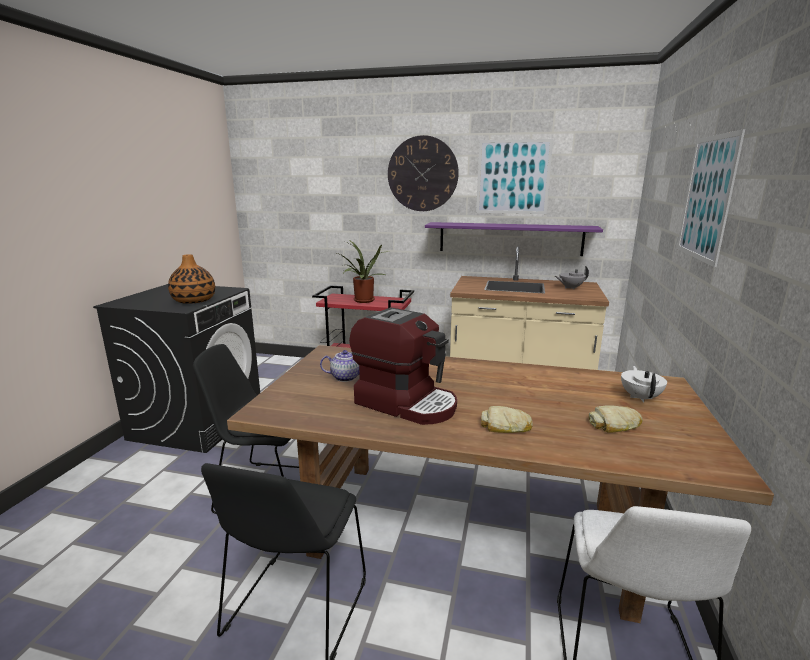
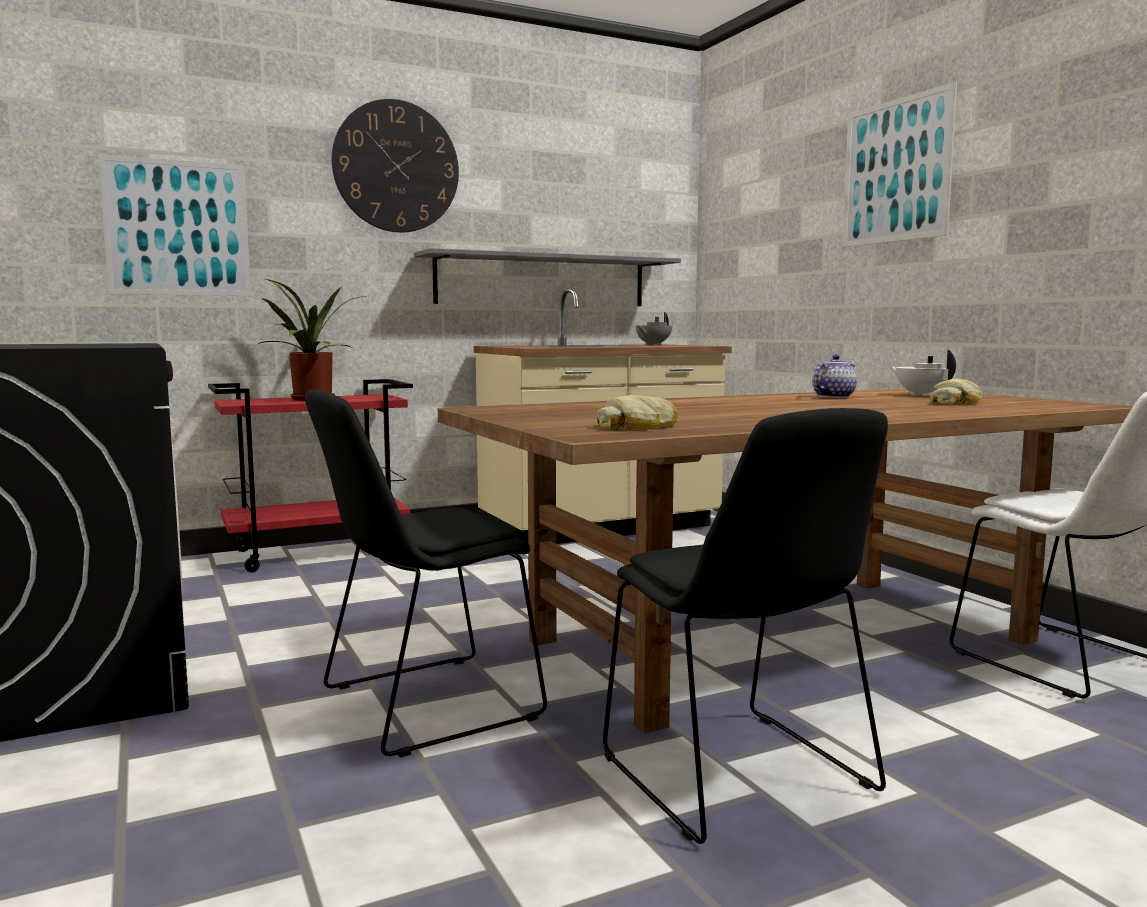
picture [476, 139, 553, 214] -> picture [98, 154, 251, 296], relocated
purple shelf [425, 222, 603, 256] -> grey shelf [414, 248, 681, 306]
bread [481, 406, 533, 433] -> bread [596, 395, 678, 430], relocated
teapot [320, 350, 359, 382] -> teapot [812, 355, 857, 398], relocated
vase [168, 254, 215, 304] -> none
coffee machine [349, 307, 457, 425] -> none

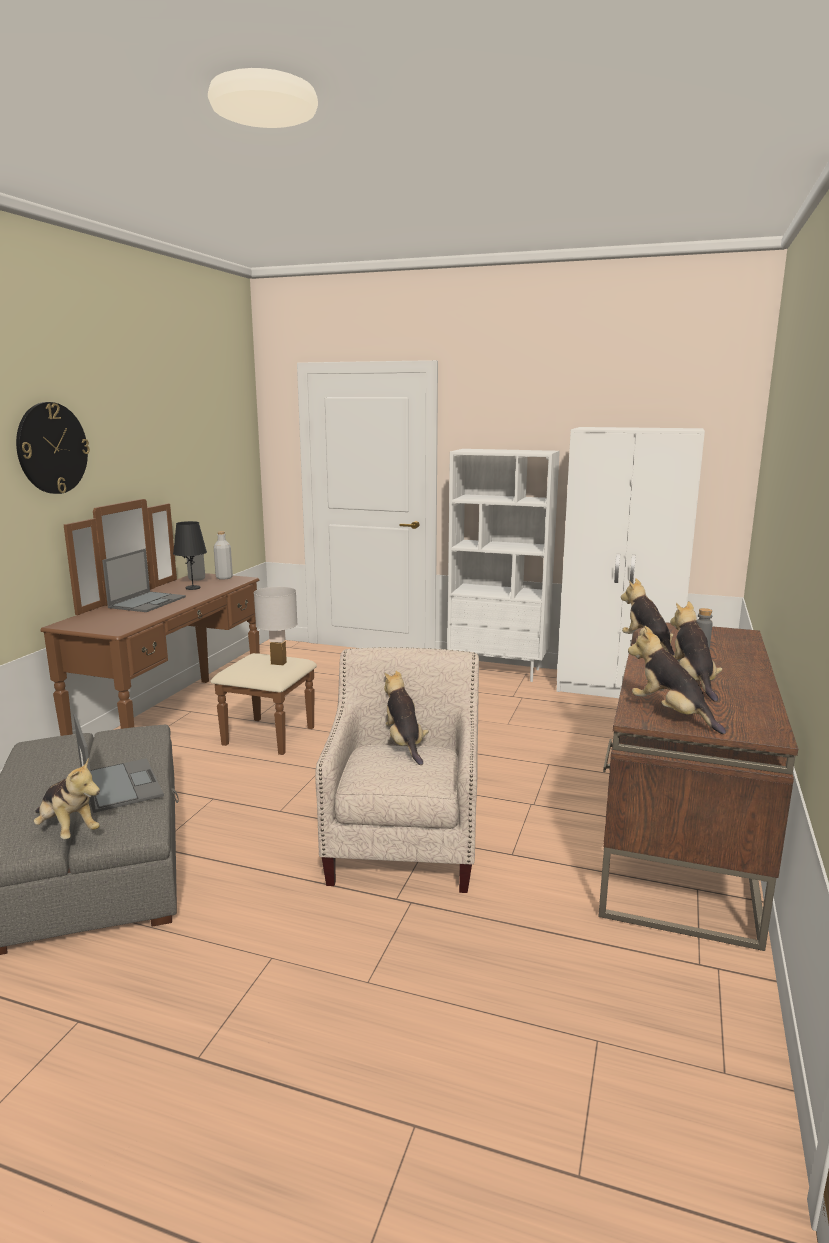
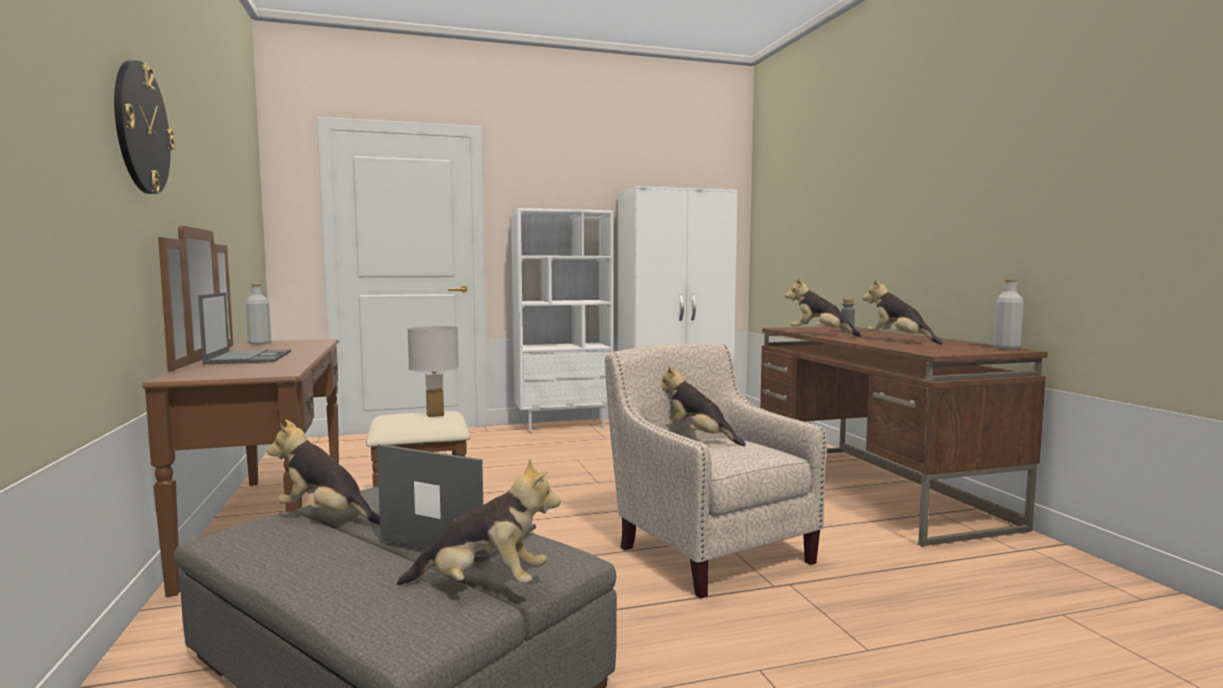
plush toy [628, 626, 726, 734] -> plush toy [267, 420, 380, 525], relocated
grey bottle [214, 531, 233, 580] -> grey bottle [993, 279, 1024, 349], relocated
black table lamp [173, 521, 207, 590] -> none

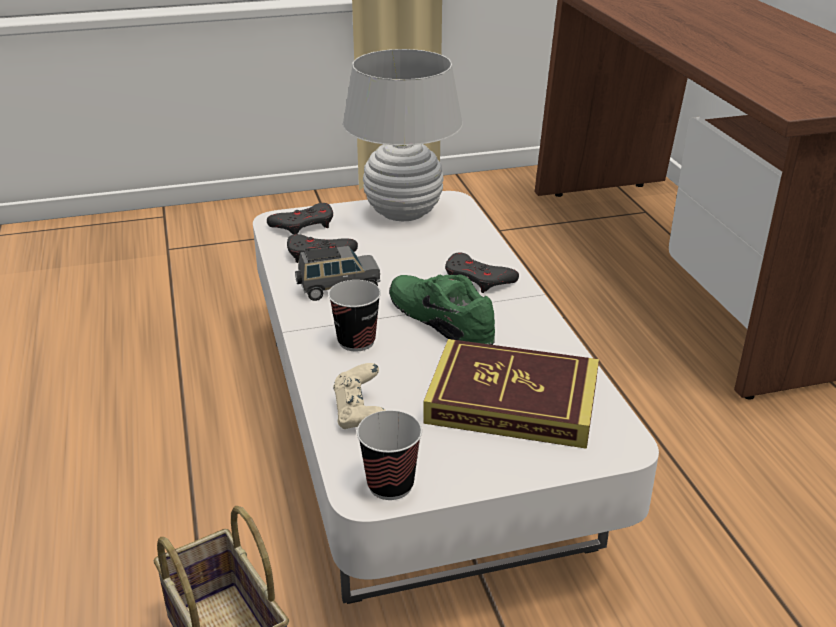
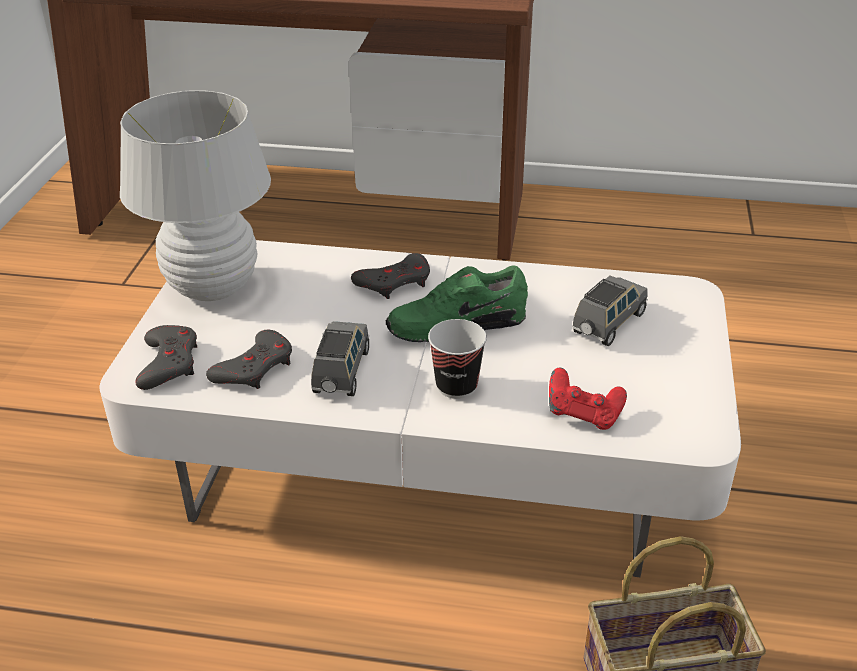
beige game controller [333, 363, 386, 429] -> red game controller [549, 368, 627, 430]
book [423, 339, 599, 449] -> grey toy car [572, 276, 648, 346]
cup [357, 410, 422, 500] -> none

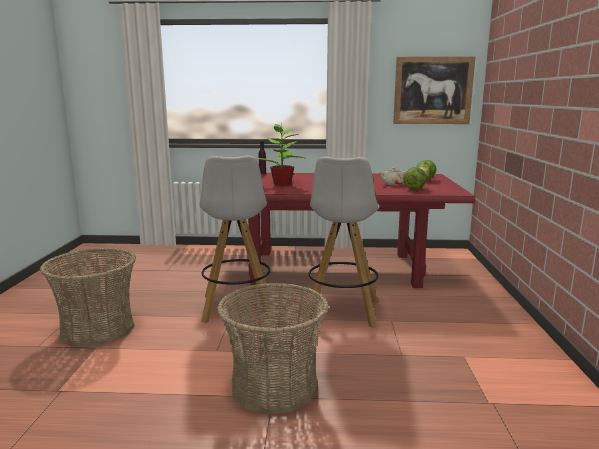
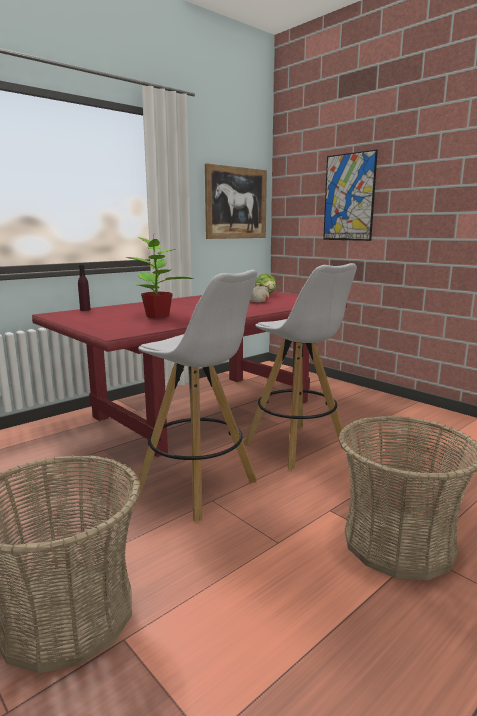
none -> picture [323, 150, 378, 241]
lettuce [403, 167, 427, 190] -> none

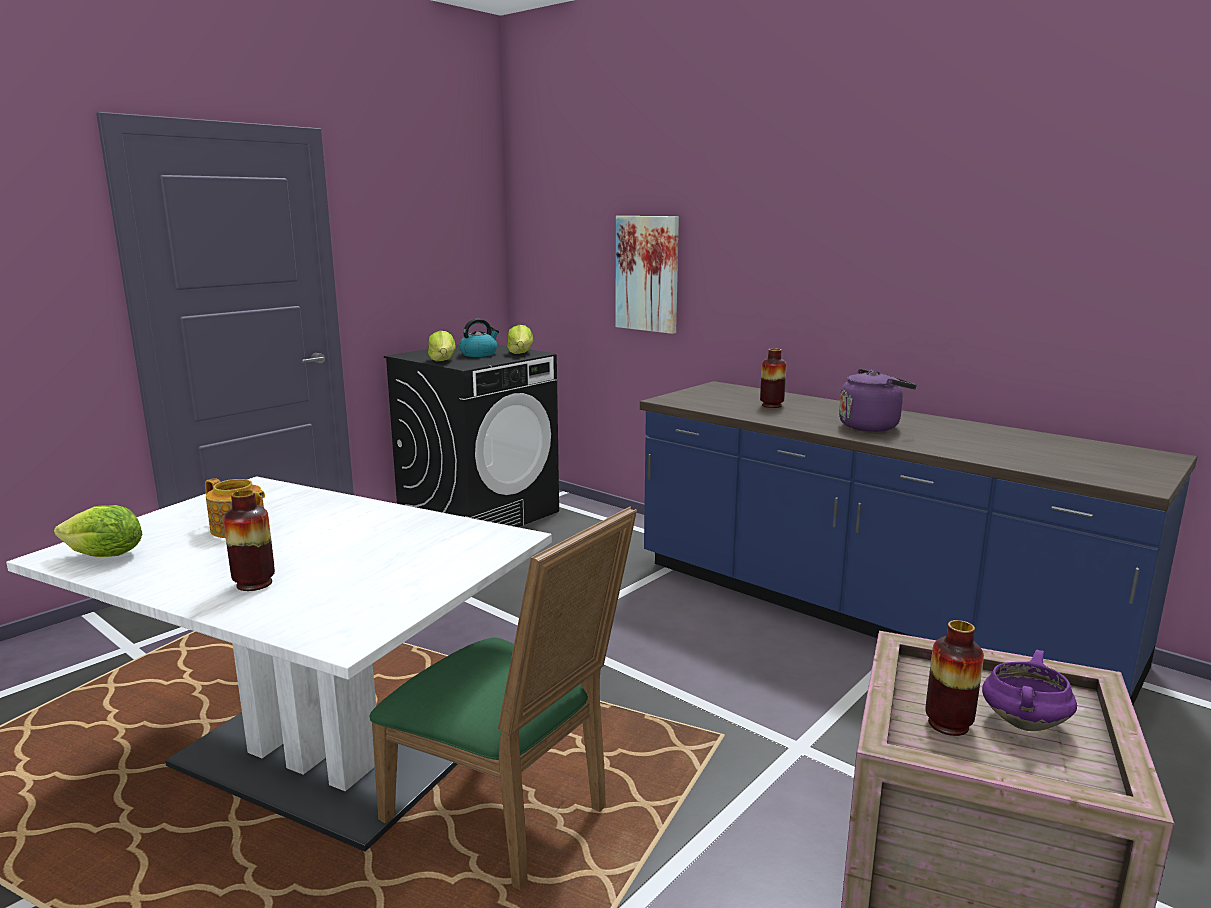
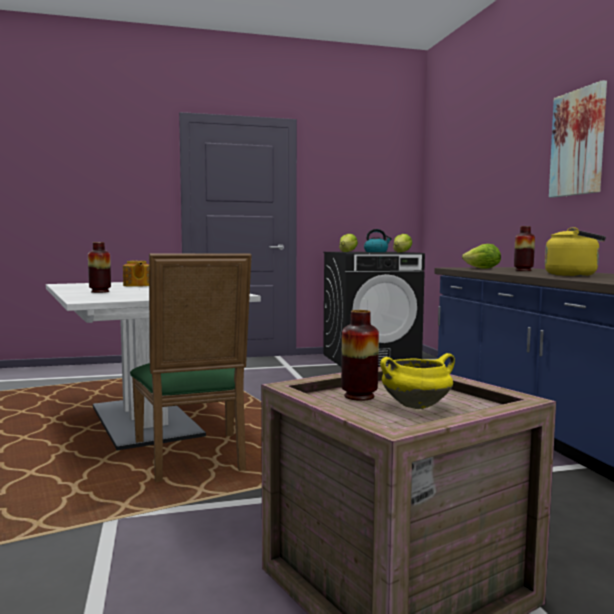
purple cooking pot [982, 650, 1077, 731] -> yellow cooking pot [380, 353, 455, 409]
lettuce [54, 505, 142, 557] -> lettuce [462, 244, 501, 269], relocated
purple kettle [839, 369, 917, 432] -> yellow kettle [545, 227, 606, 276]
picture [615, 216, 679, 334] -> picture [549, 80, 607, 198], relocated

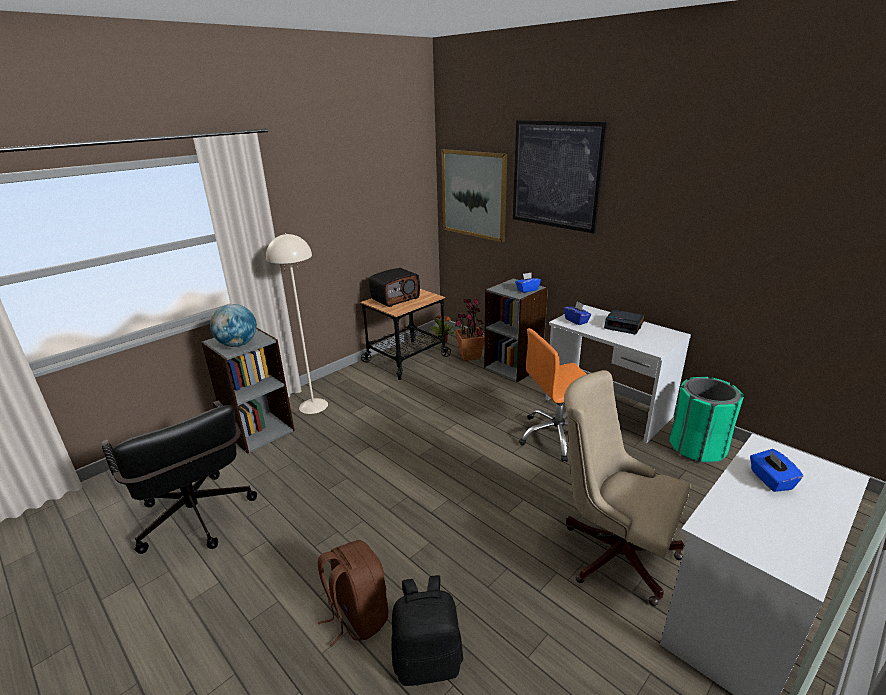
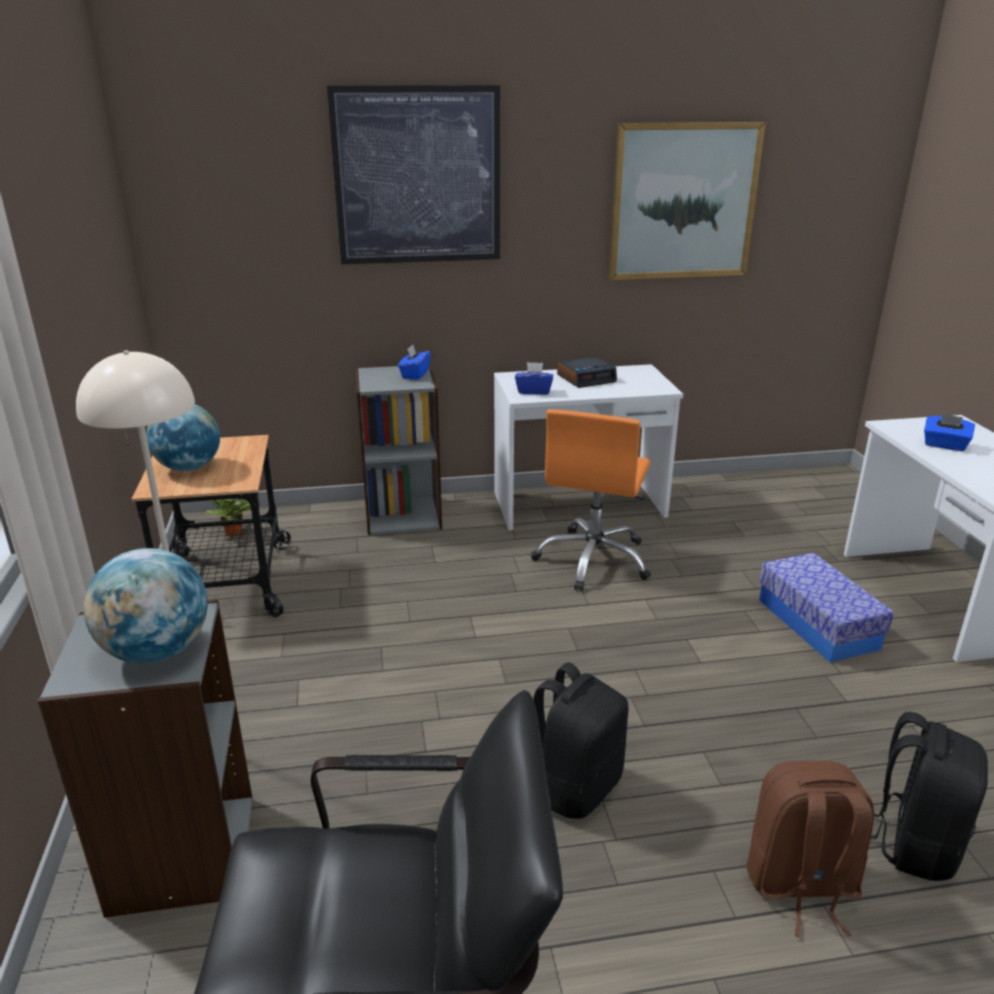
radio [369, 268, 420, 307] -> globe [147, 404, 220, 471]
none -> black backpack [533, 662, 629, 819]
picture [441, 149, 507, 242] -> picture [609, 122, 766, 280], relocated
beige office chair [564, 370, 691, 606] -> storage box [759, 553, 894, 663]
potted plant [455, 298, 485, 361] -> none
green trash can [669, 377, 744, 463] -> none

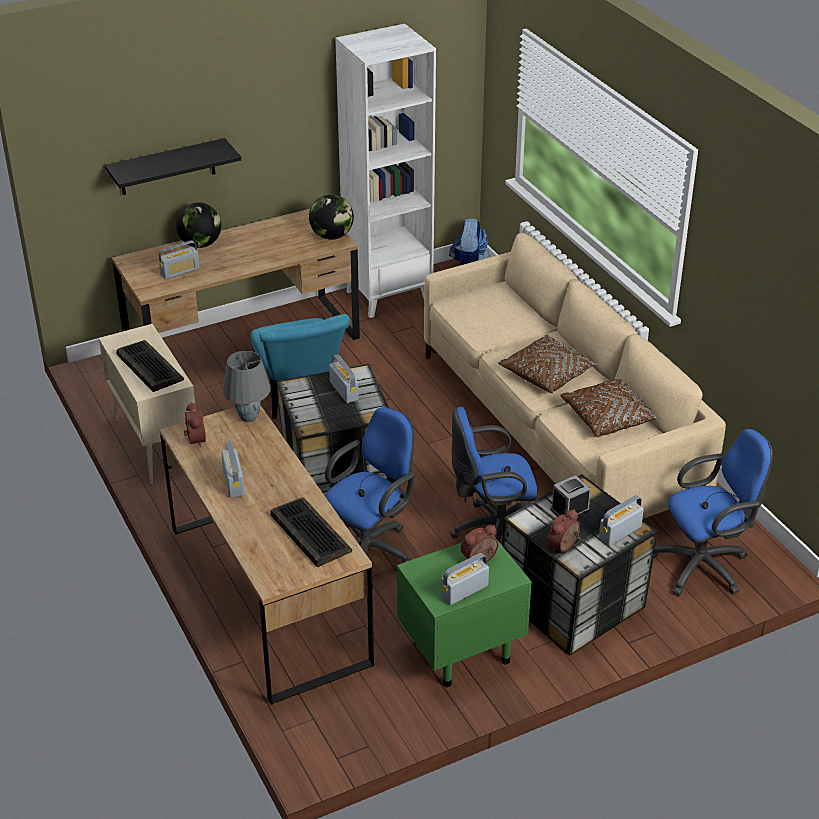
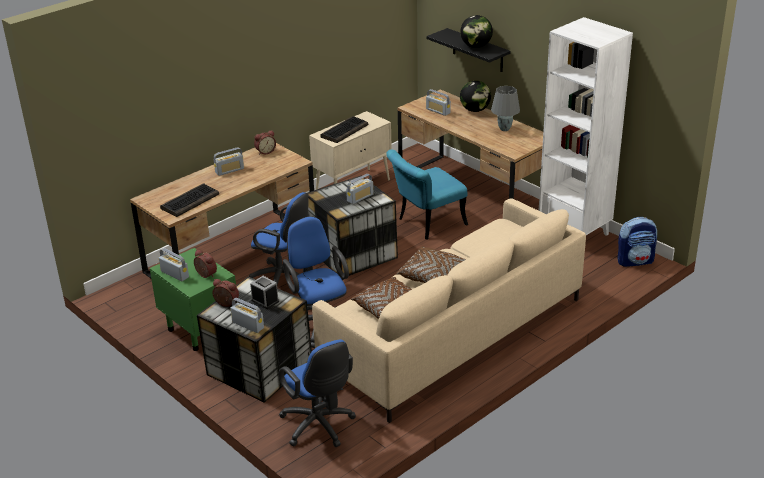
globe [309, 194, 354, 240] -> globe [460, 15, 493, 48], relocated
grey table lamp [223, 351, 271, 422] -> grey table lamp [491, 86, 520, 131], relocated

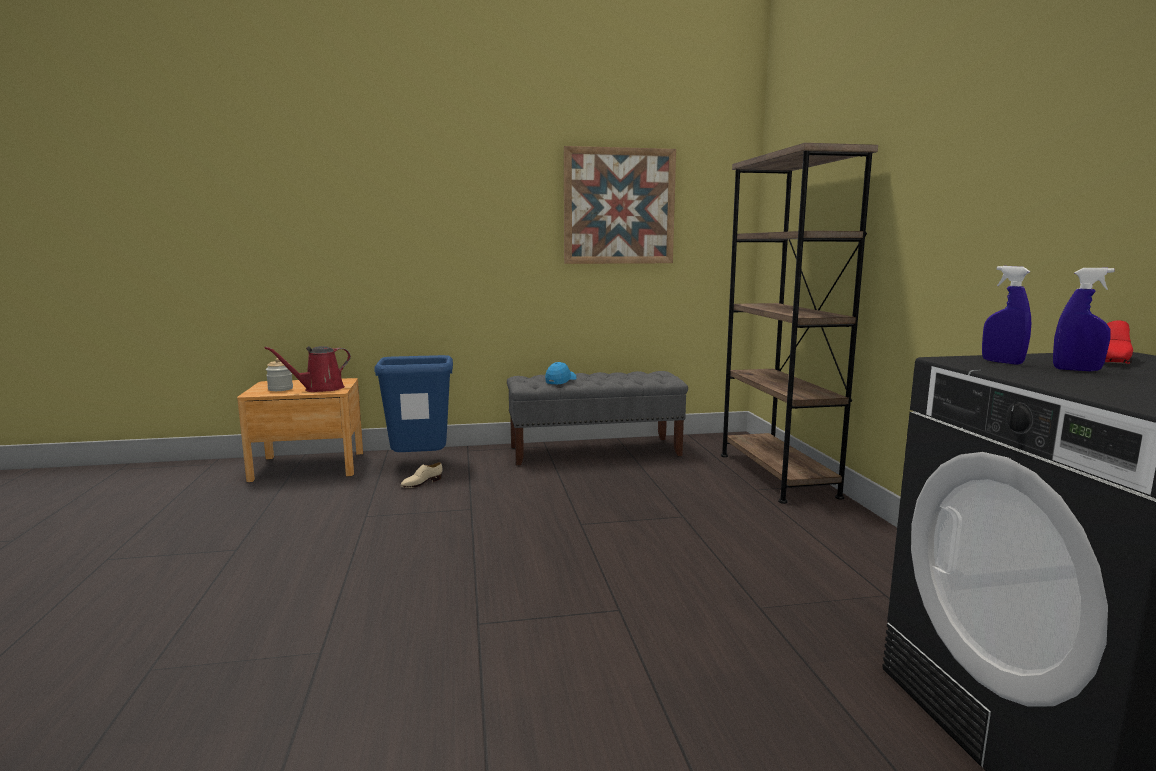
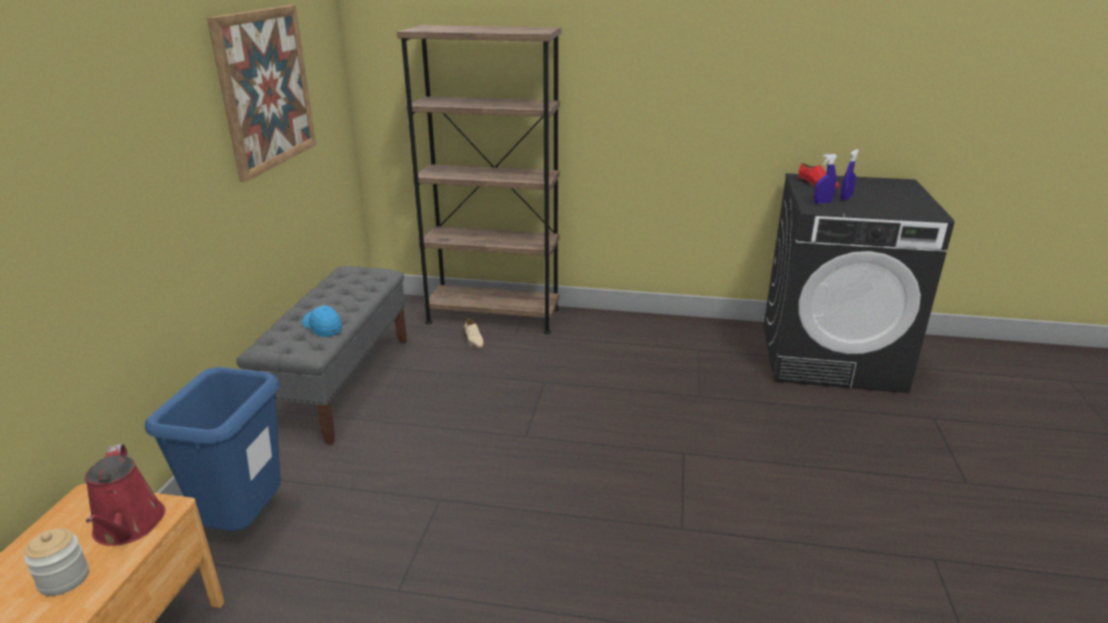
beige shoe [400, 462, 442, 488] -> beige shoe [464, 318, 484, 349], relocated

